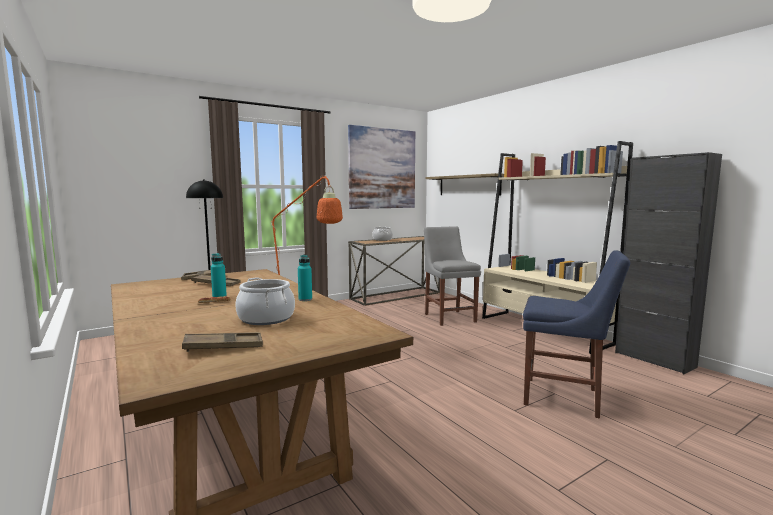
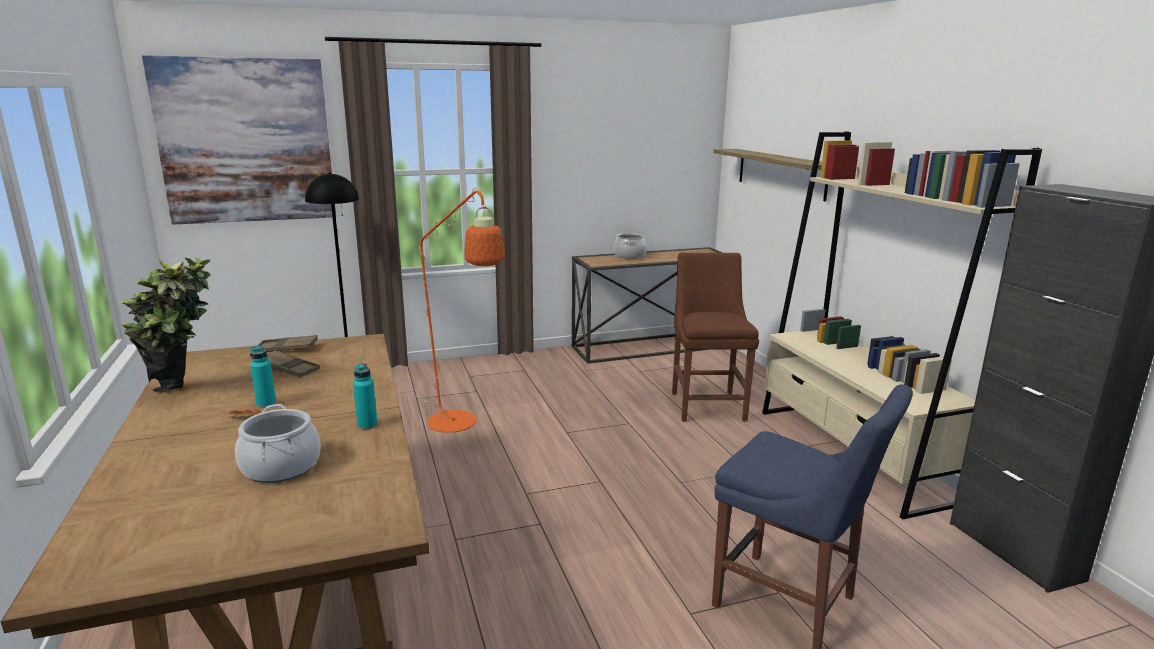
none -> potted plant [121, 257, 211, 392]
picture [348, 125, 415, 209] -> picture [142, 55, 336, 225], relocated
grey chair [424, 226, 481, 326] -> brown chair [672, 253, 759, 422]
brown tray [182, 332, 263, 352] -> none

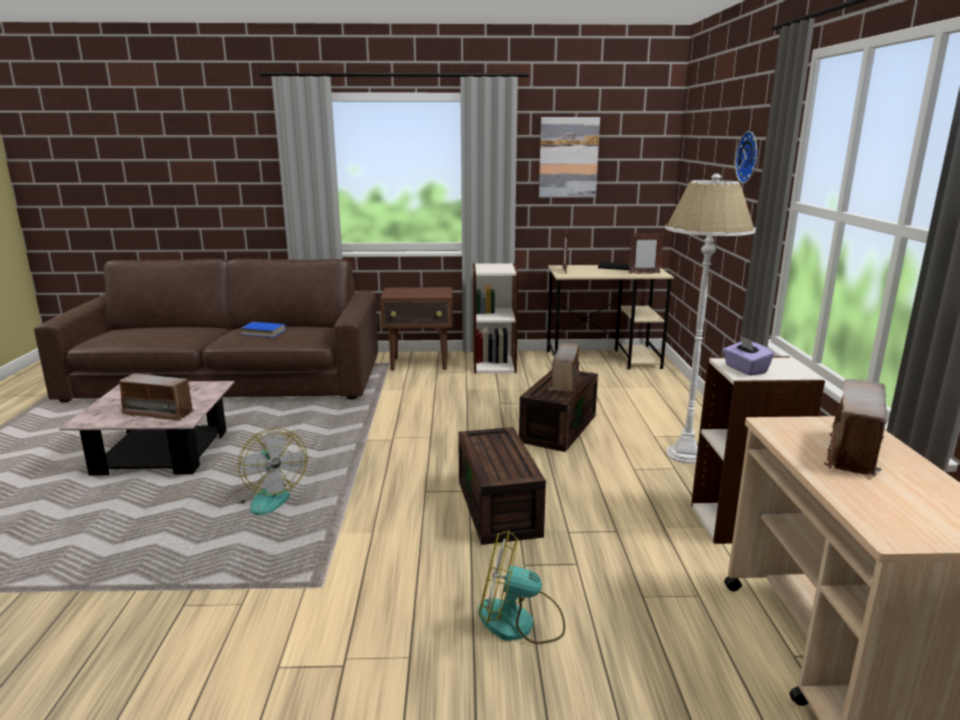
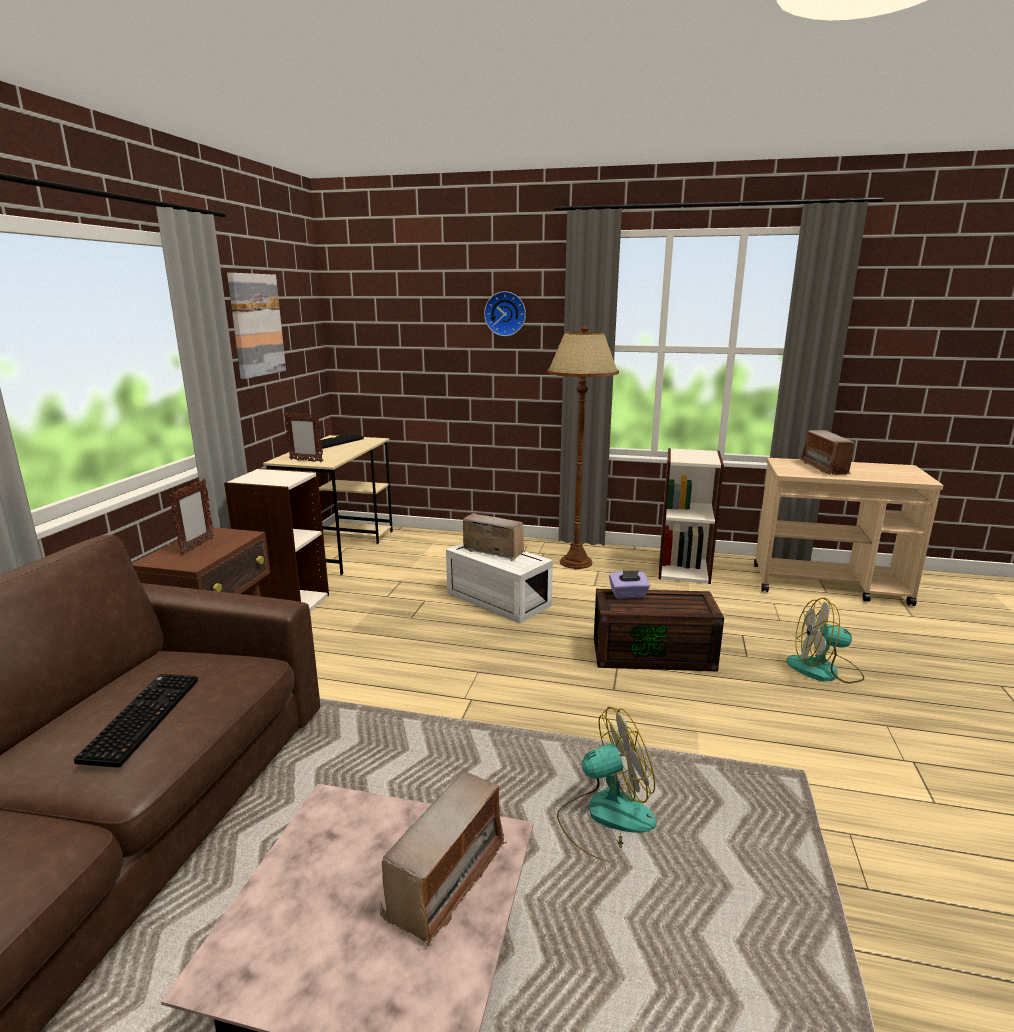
blue book [240, 322, 286, 337] -> keyboard [74, 674, 198, 768]
picture frame [629, 233, 664, 274] -> picture frame [169, 479, 214, 554], relocated
brown storage box [519, 370, 598, 452] -> white storage box [446, 543, 553, 623]
white floor lamp [665, 174, 756, 464] -> brown floor lamp [547, 326, 619, 569]
purple tissue box [723, 336, 774, 376] -> purple tissue box [609, 571, 650, 599], relocated
fan [478, 530, 565, 644] -> fan [786, 598, 865, 684], 75 degrees clockwise
radio [824, 379, 887, 477] -> radio [800, 430, 855, 475], 45 degrees clockwise

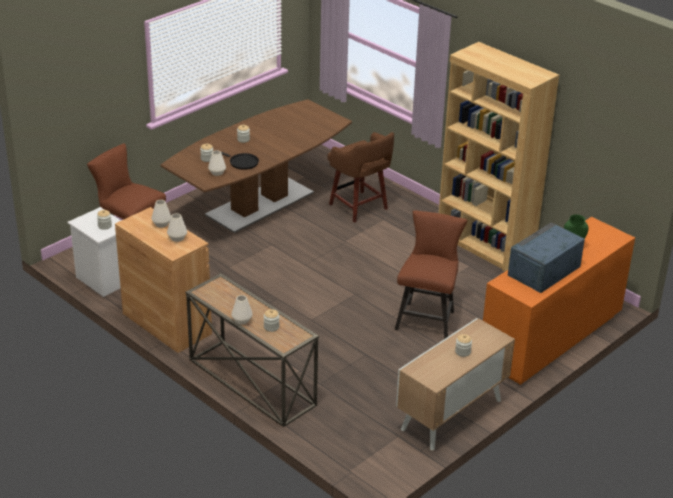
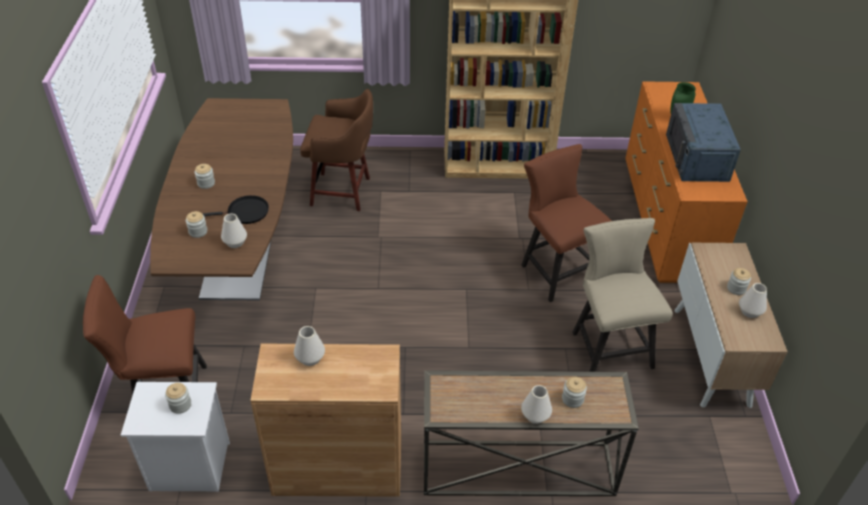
none -> beige chair [572, 218, 673, 372]
white vase [167, 213, 187, 242] -> white vase [739, 283, 767, 318], relocated

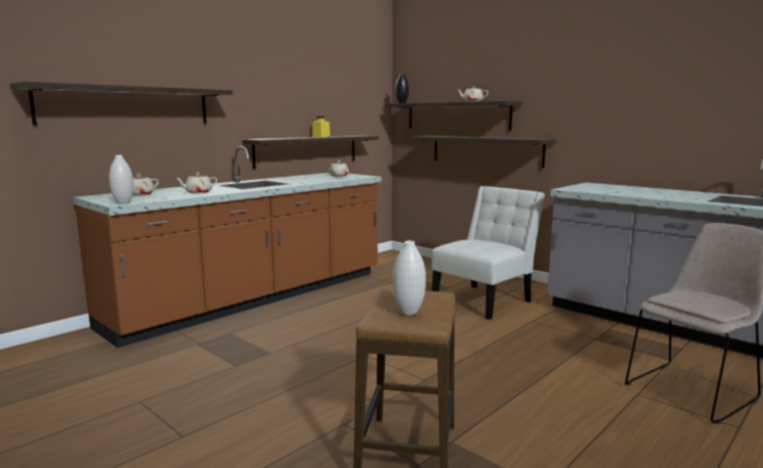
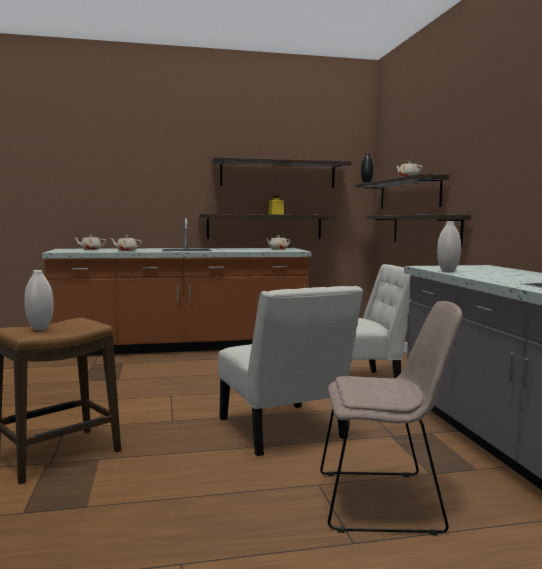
shelf [10, 81, 233, 125] -> shelf [211, 157, 352, 188], relocated
none -> white chair [218, 286, 363, 456]
white vase [109, 155, 134, 204] -> white vase [437, 222, 461, 272], relocated

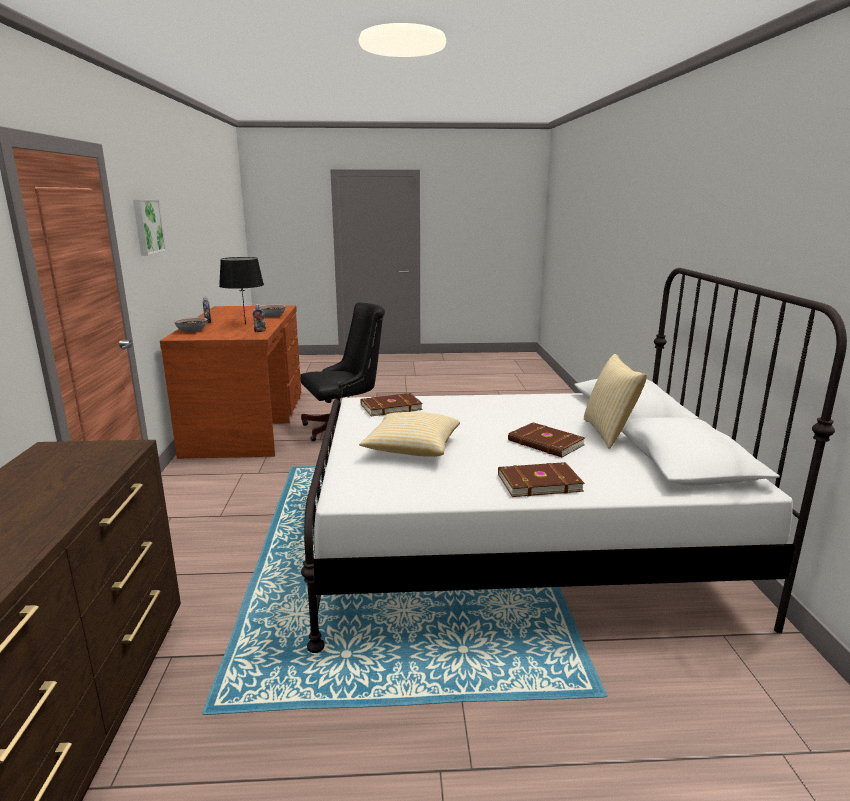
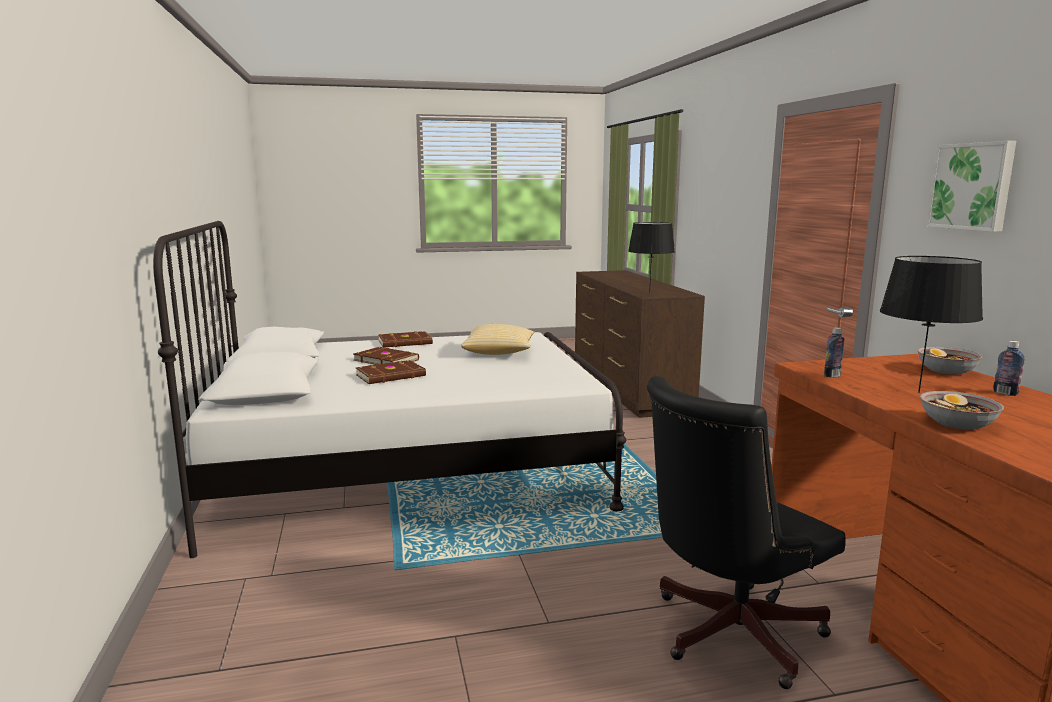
brown book [361, 393, 423, 416] -> brown book [356, 360, 426, 384], relocated
none -> black table lamp [628, 222, 675, 293]
pillow [584, 354, 647, 449] -> none

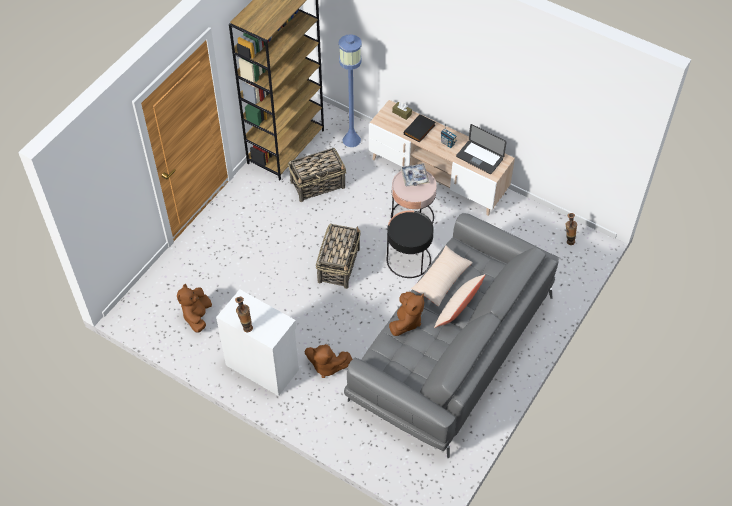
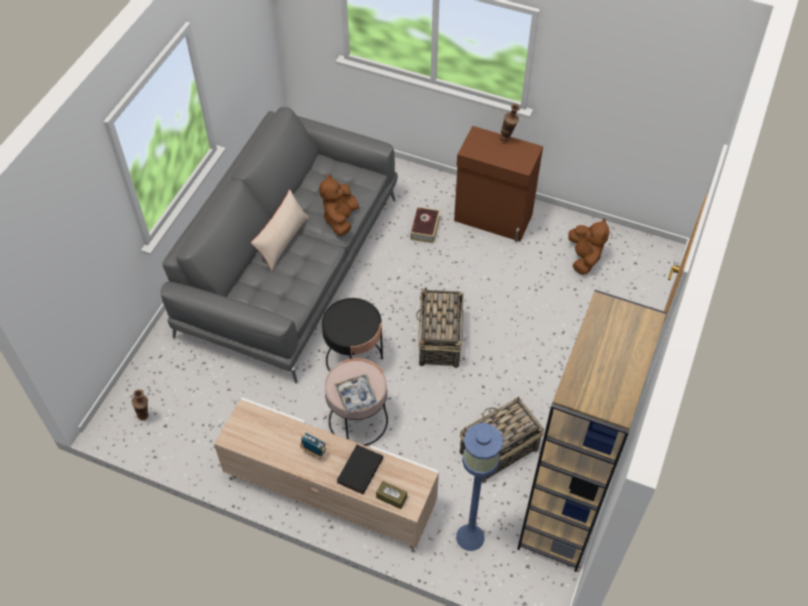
brown plush toy [304, 344, 352, 378] -> book [410, 207, 440, 244]
white cabinet [216, 289, 299, 396] -> brown cabinet [454, 126, 543, 242]
beige pillow [411, 245, 473, 307] -> none
laptop [456, 124, 506, 174] -> none

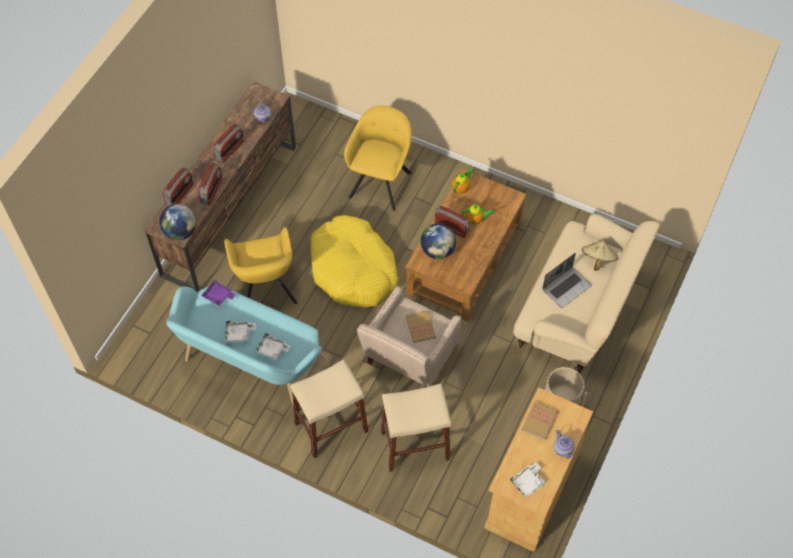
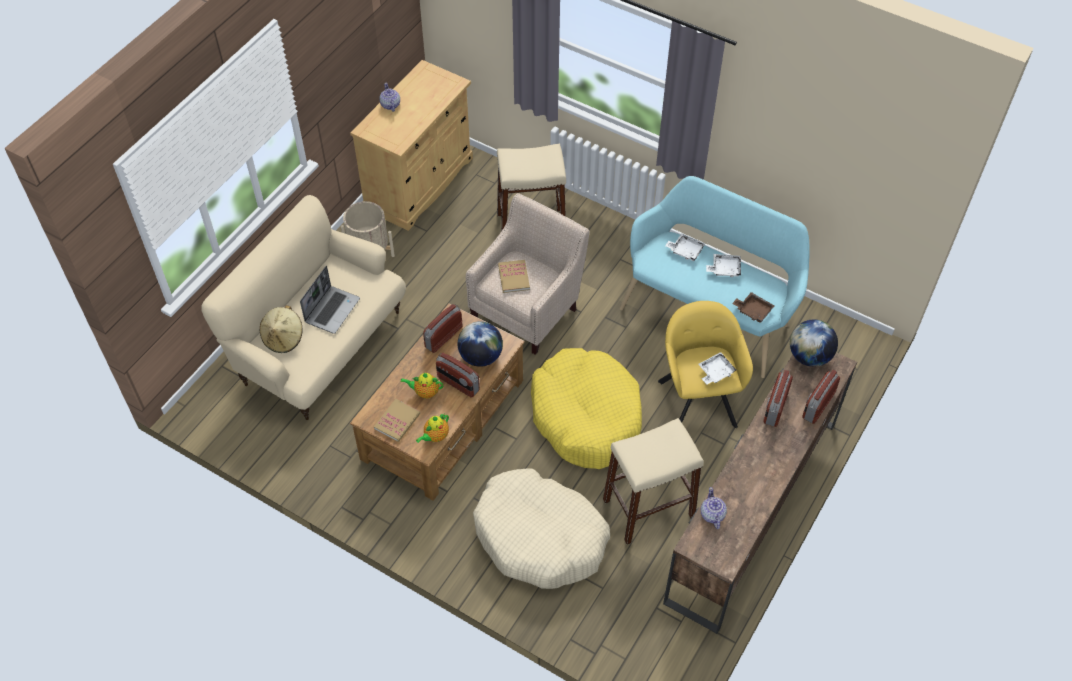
laptop [542, 253, 592, 308] -> laptop [300, 266, 360, 334], 150 degrees clockwise
book [521, 402, 558, 441] -> book [374, 399, 420, 442], relocated
radio [213, 123, 244, 163] -> radio [423, 304, 462, 353], relocated
yellow armchair [344, 106, 412, 211] -> beige dog bed [473, 468, 610, 589]
beige stool [290, 359, 369, 459] -> beige stool [603, 418, 704, 544], relocated
white tray [510, 462, 546, 498] -> white tray [699, 352, 736, 385], relocated
purple tray [201, 279, 236, 306] -> brown tray [732, 292, 774, 323]

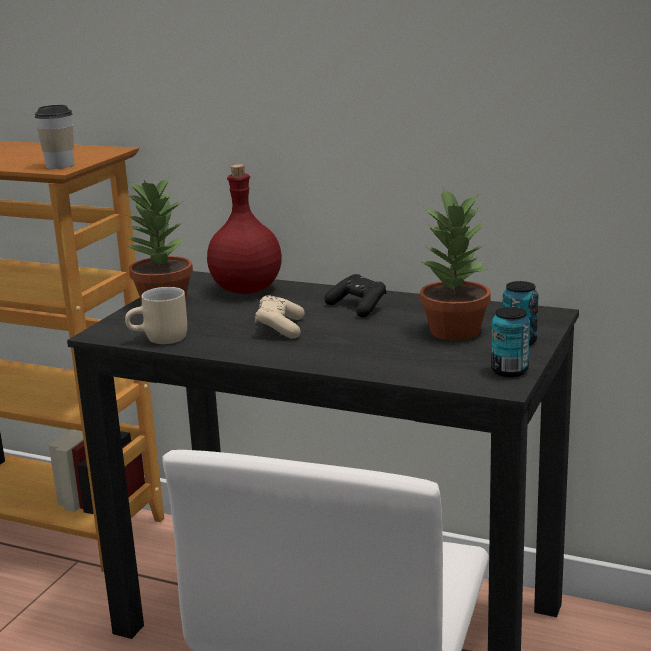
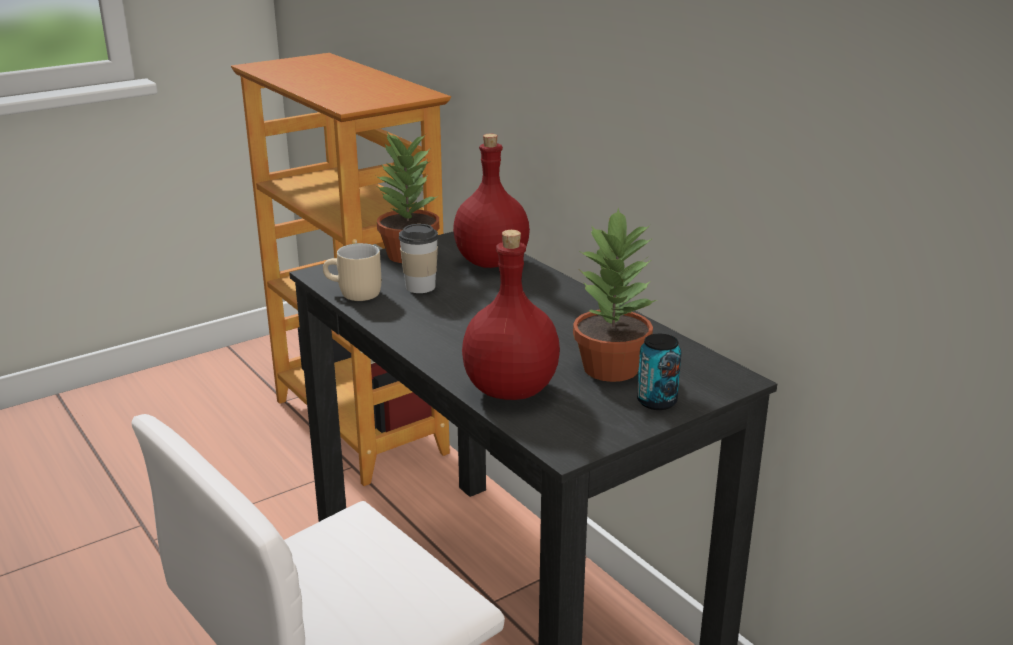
cup [35, 105, 74, 169] -> cup [399, 224, 438, 293], relocated
none -> red bottle [462, 230, 560, 400]
beige game controller [255, 295, 305, 339] -> none
black game controller [324, 274, 386, 317] -> none
can [491, 307, 530, 377] -> none

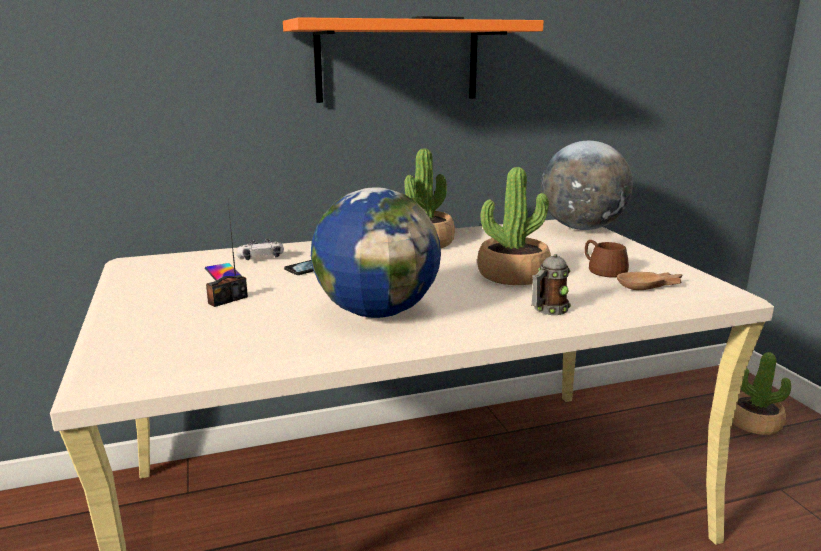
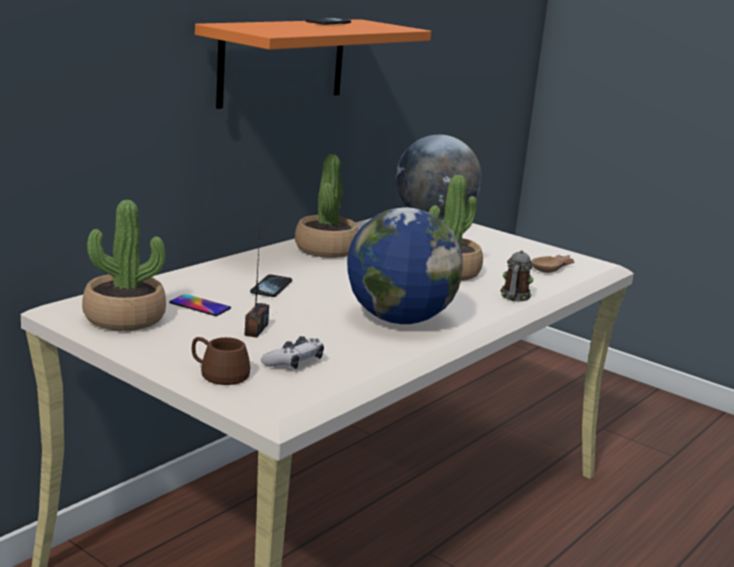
potted plant [733, 352, 791, 435] -> potted plant [82, 200, 166, 331], relocated
brown mug [585, 240, 629, 277] -> brown mug [192, 337, 250, 385], relocated
game controller [236, 239, 284, 260] -> game controller [261, 336, 324, 369], relocated

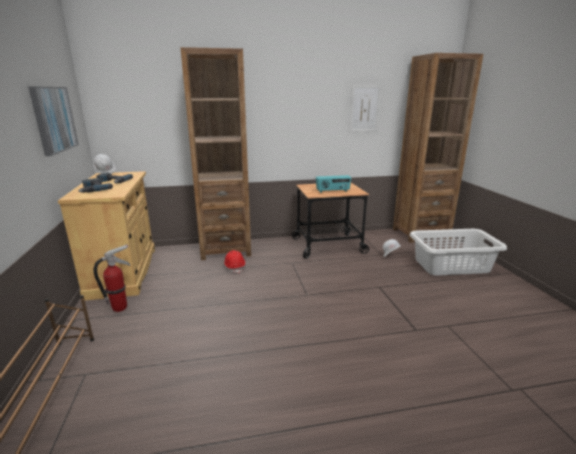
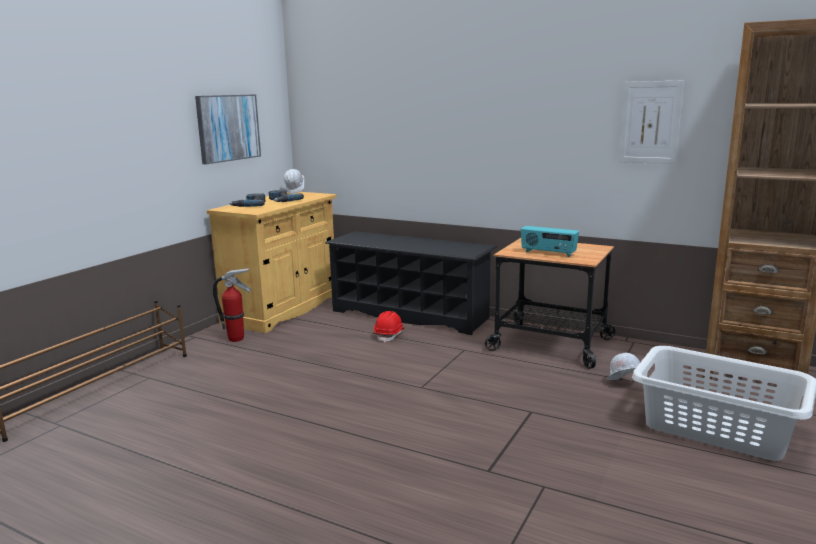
brown bookcase [180, 47, 251, 260] -> black shoe rack [325, 231, 497, 335]

